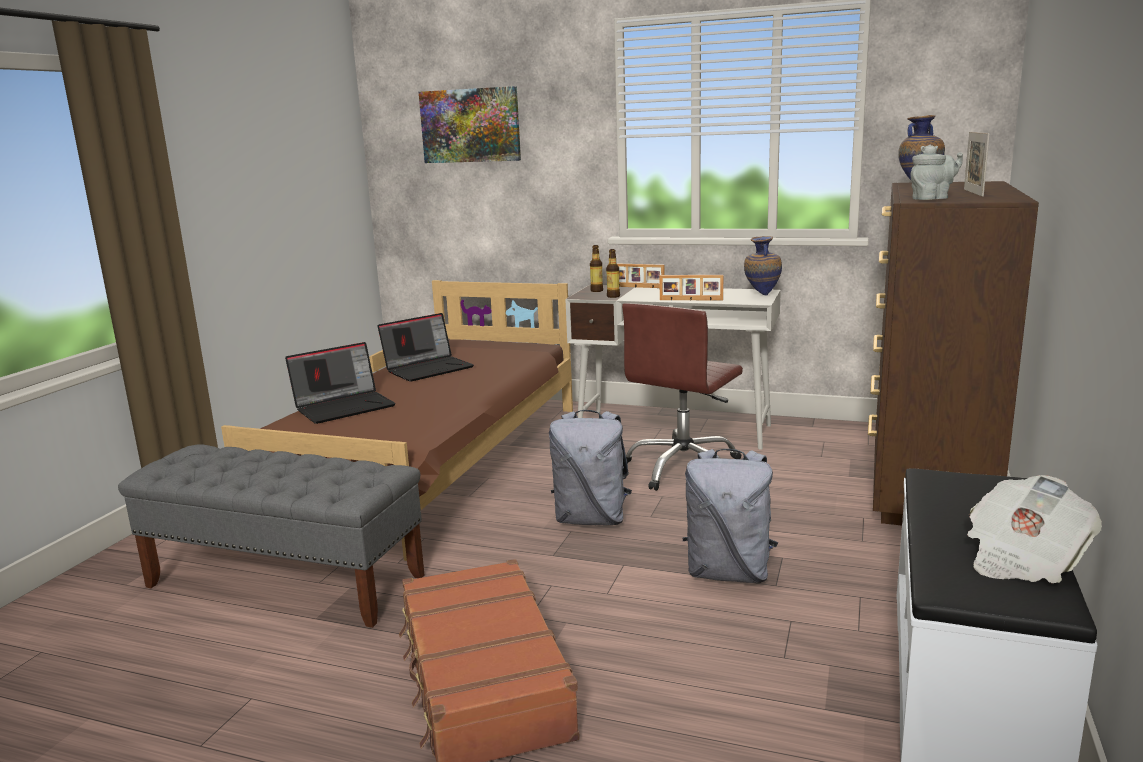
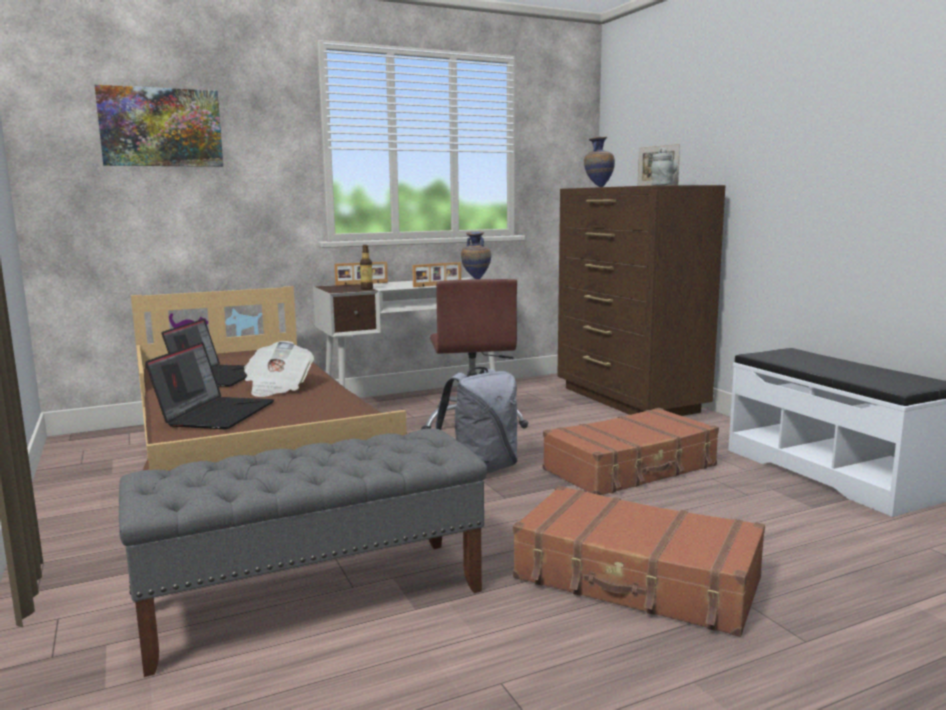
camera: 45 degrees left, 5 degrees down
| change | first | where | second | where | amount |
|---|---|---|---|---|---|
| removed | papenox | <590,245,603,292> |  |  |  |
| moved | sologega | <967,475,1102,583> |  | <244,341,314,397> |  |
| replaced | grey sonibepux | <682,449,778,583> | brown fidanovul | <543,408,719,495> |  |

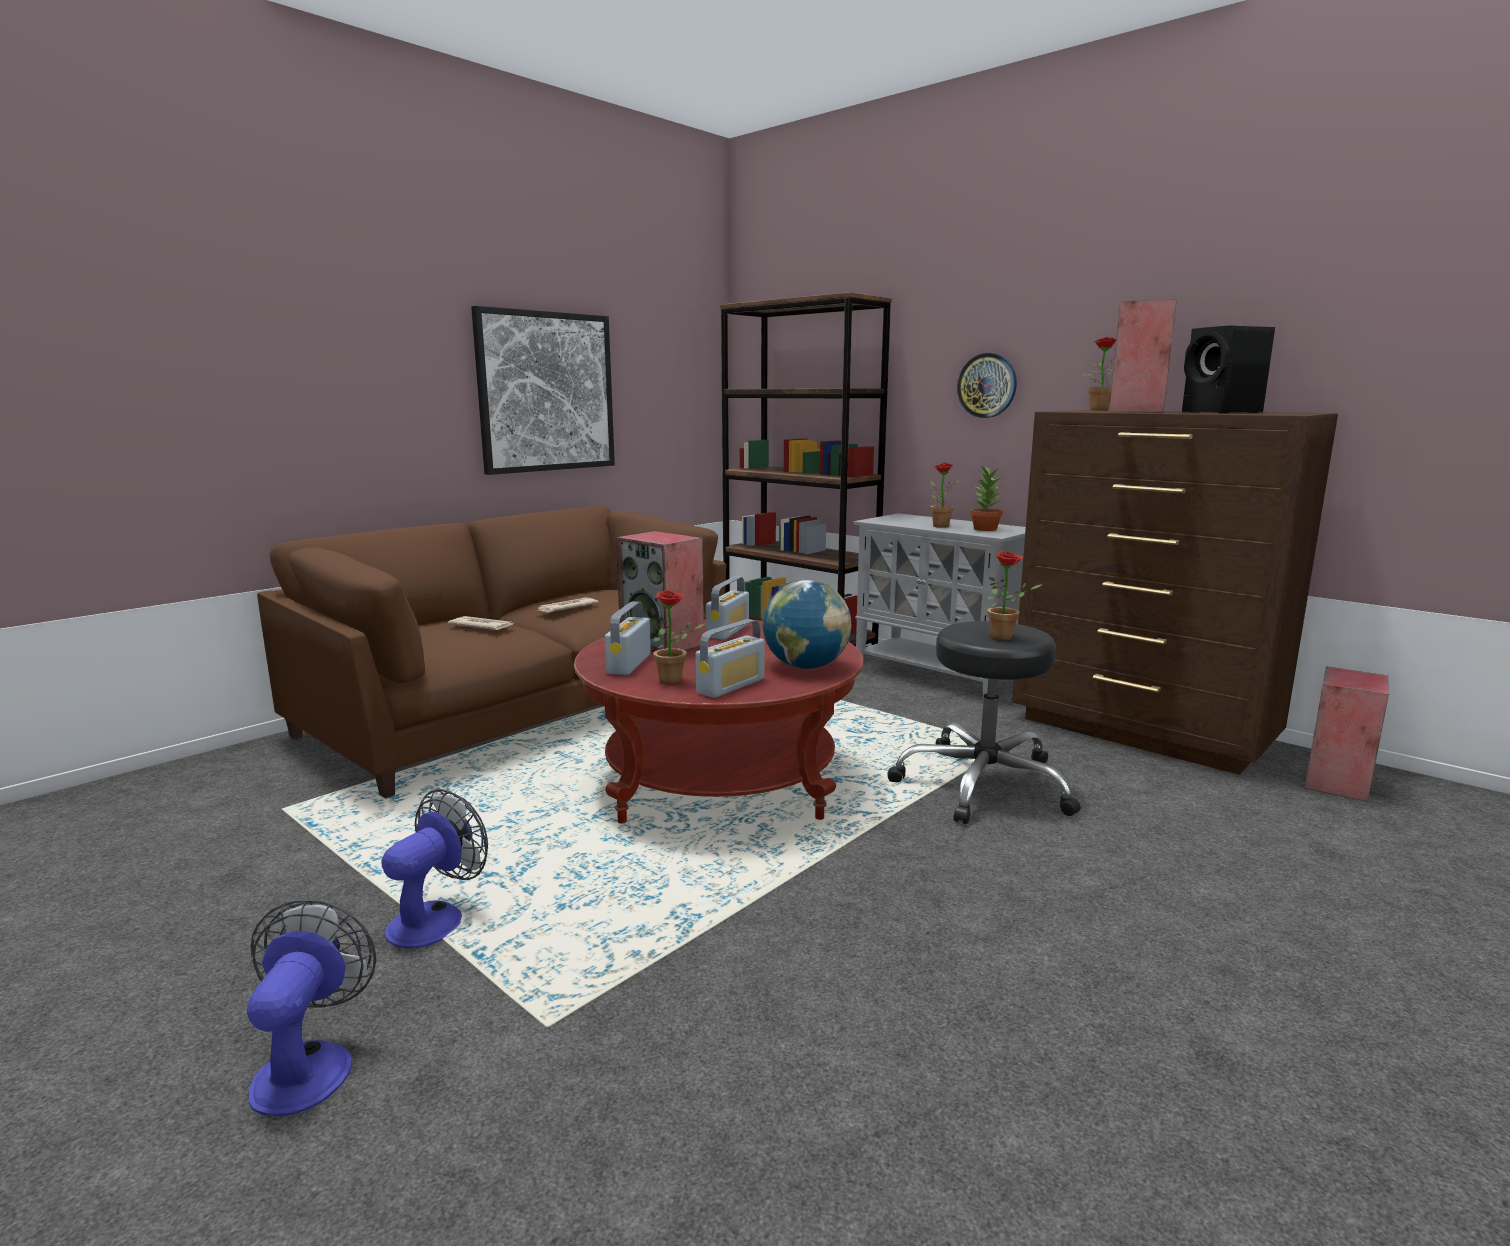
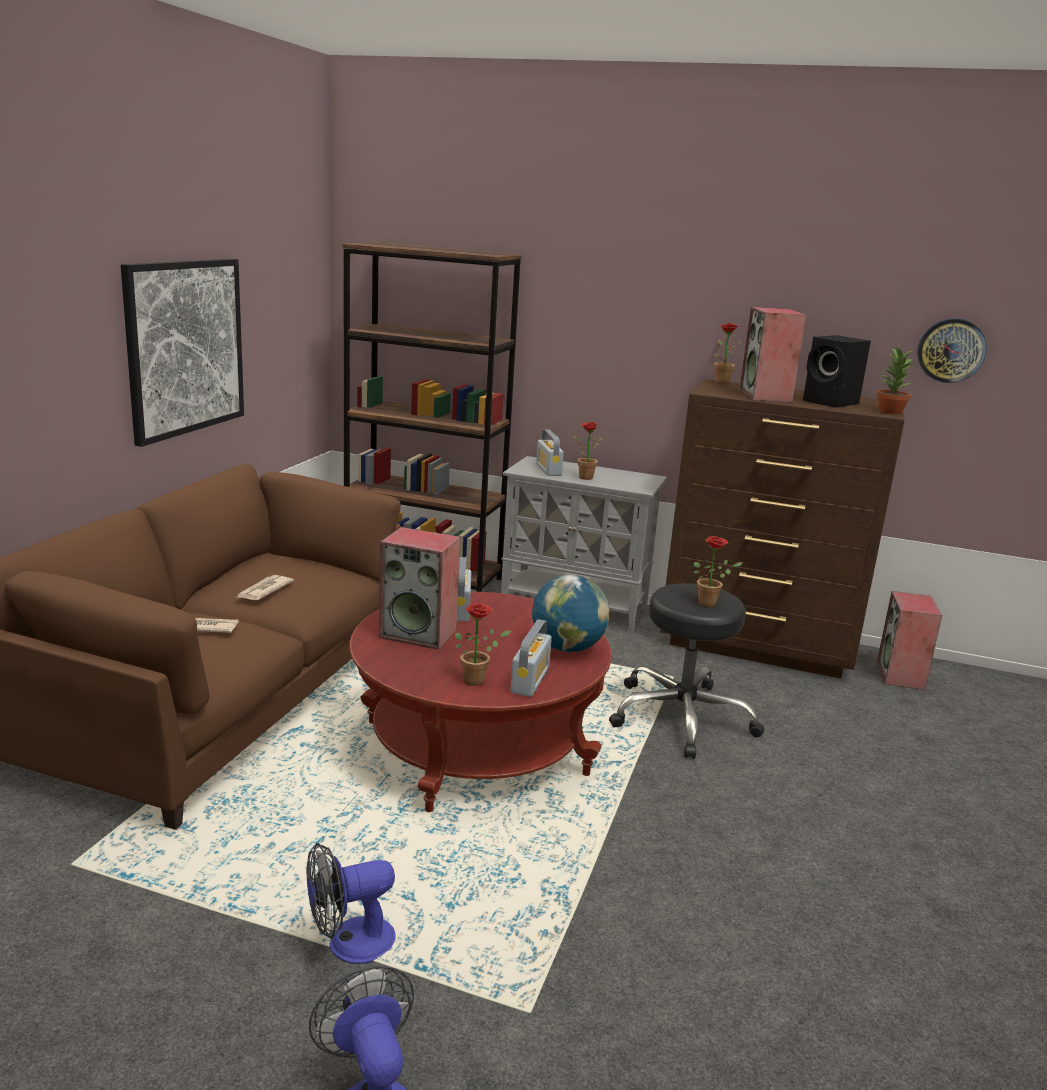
camera: 25 degrees left, 5 degrees up
| change | first | where | second | where | amount |
|---|---|---|---|---|---|
| moved | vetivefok | <605,601,651,675> |  | <536,429,564,476> |  |
| moved | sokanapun | <957,353,1017,418> |  | <917,318,987,383> |  |
| moved | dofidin | <970,466,1003,531> |  | <877,347,913,414> |  |
| turned | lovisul | <381,789,488,948> |  | <307,843,395,964> | 120 degrees counterclockwise |

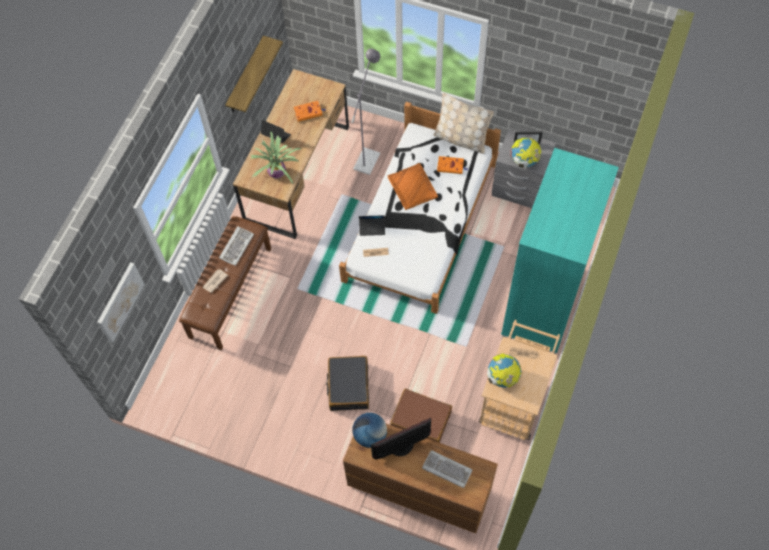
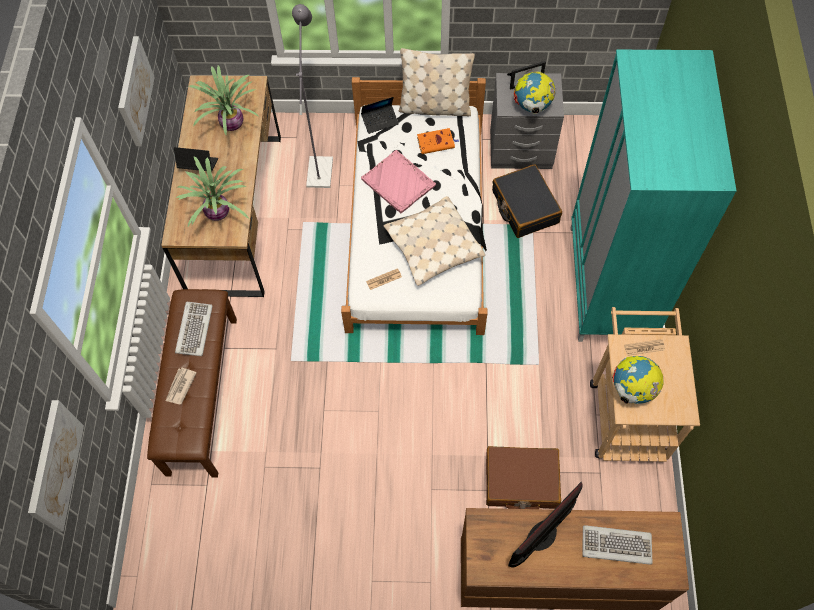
camera: 20 degrees left, 0 degrees up
| change | first | where | second | where | amount |
|---|---|---|---|---|---|
| removed | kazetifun | <352,413,387,448> |  |  |  |
| added |  |  | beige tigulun | <384,196,485,286> |  |
| moved | black fidanovul | <326,356,369,411> |  | <492,164,562,238> |  |
| moved | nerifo | <359,215,385,236> |  | <361,97,399,134> |  |
| replaced | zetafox | <225,36,283,113> | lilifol | <118,36,155,146> |  |
| replaced | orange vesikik | <294,101,325,122> | dofidin | <189,65,259,135> |  |
| recoloured | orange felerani | <388,163,438,210> | pink felerani | <361,150,436,213> |  |

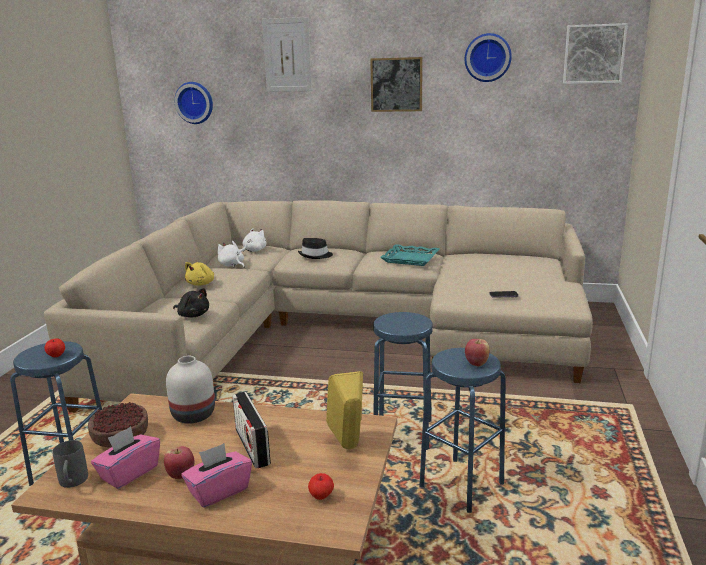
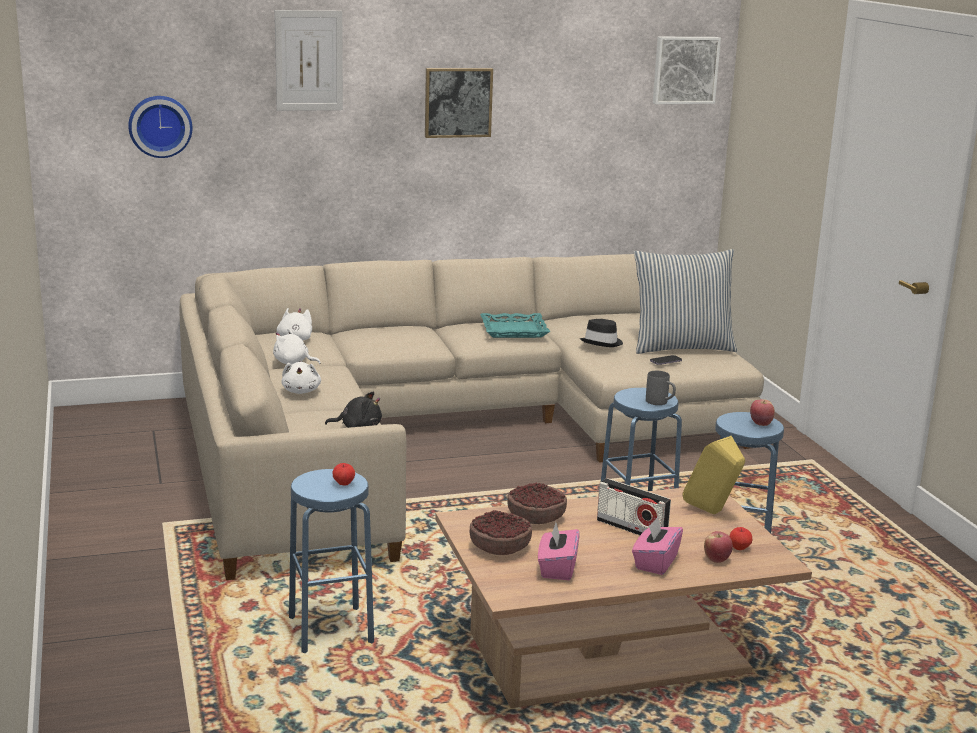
camera: 30 degrees left, 0 degrees up
| change | first | where | second | where | amount |
|---|---|---|---|---|---|
| removed | sokanapun | <465,33,512,82> |  |  |  |
| added |  |  | tigulun | <634,249,737,354> |  |
| moved | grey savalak | <52,440,88,488> |  | <646,371,676,405> |  |
| moved | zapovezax | <164,446,194,479> |  | <704,531,733,563> |  |
| moved | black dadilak | <298,238,333,259> |  | <580,319,623,347> |  |
| replaced | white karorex | <166,356,215,424> | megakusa | <507,483,567,524> |  |
| recoloured | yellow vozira | <185,262,214,286> | white vozira | <281,362,321,394> |  |

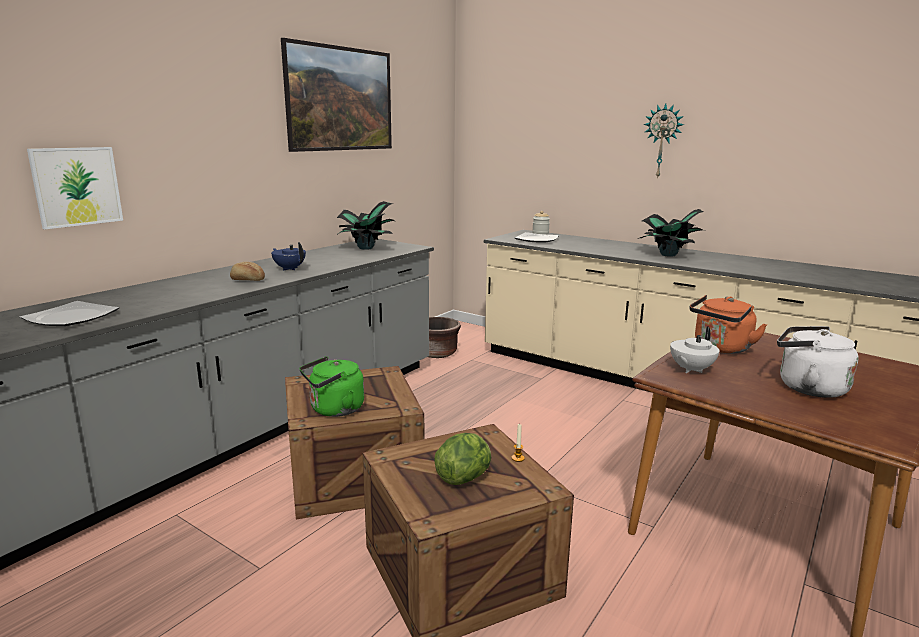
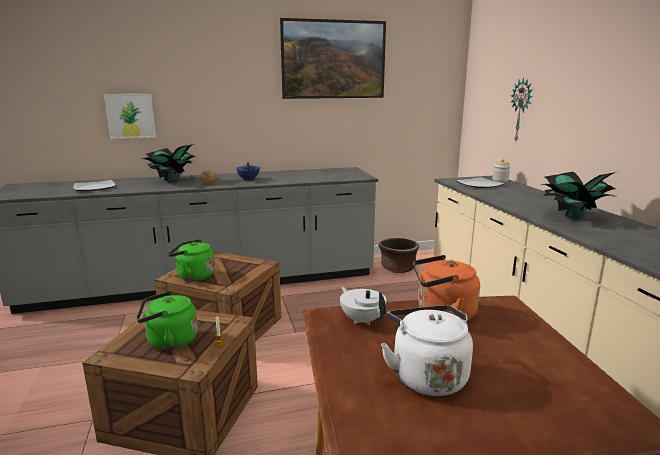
camera: 40 degrees right, 0 degrees up
| change | first | where | second | where | amount |
|---|---|---|---|---|---|
| moved | dofidin | <337,201,394,250> |  | <142,144,195,182> |  |
| moved | sokanapun | <643,104,684,179> |  | <511,78,533,141> |  |
| replaced | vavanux | <434,433,491,485> | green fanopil | <136,291,198,350> |  |
| turned | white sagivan | <670,326,719,373> |  | <340,286,386,325> | 60 degrees clockwise |

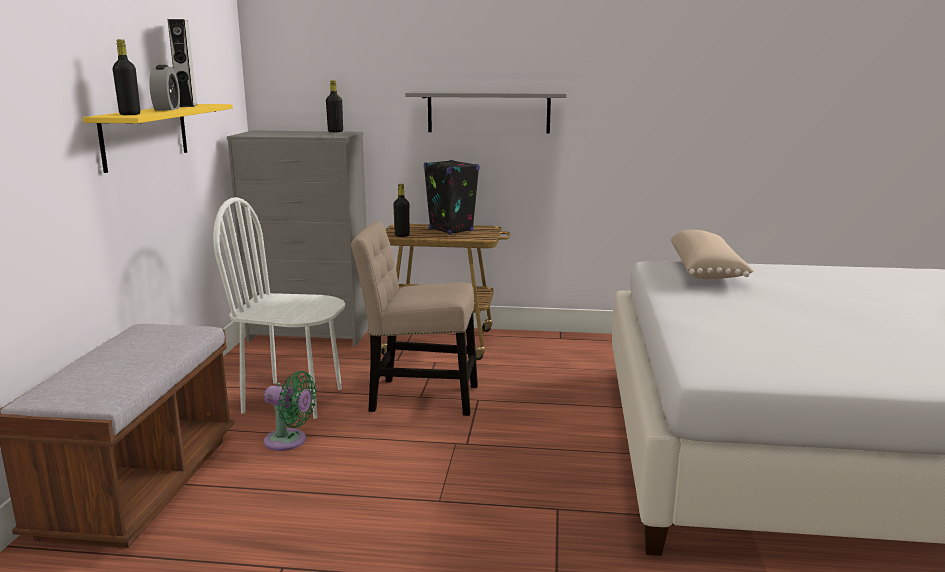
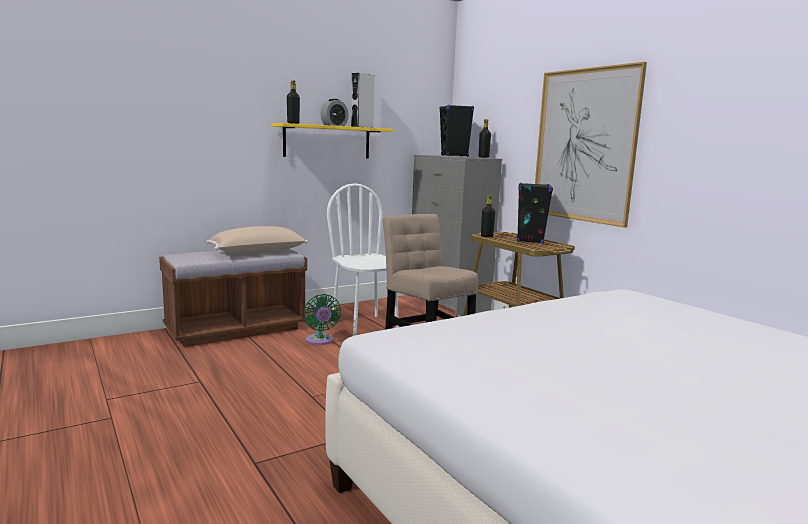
camera: 50 degrees right, 5 degrees down
| change | first | where | second | where | amount |
|---|---|---|---|---|---|
| added |  |  | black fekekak | <439,105,474,157> |  |
| moved | beige tigulun | <671,230,754,279> |  | <207,226,308,254> |  |
| replaced | grey zetafox | <405,91,567,134> | lilifol | <535,62,647,228> |  |

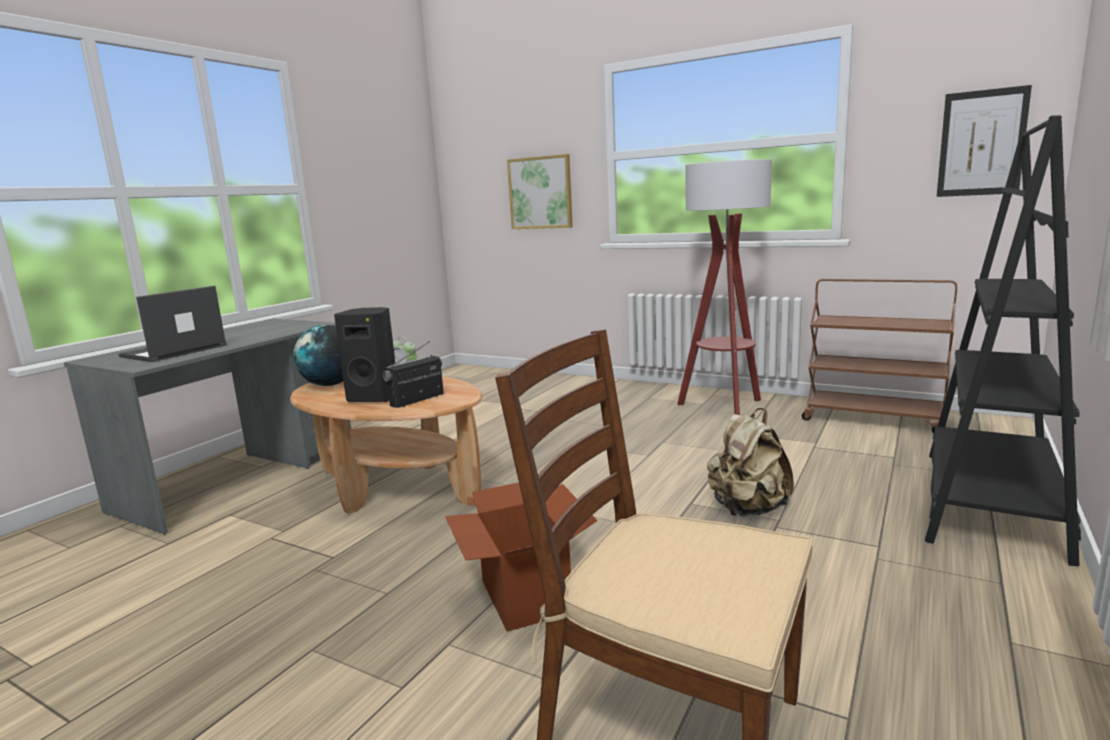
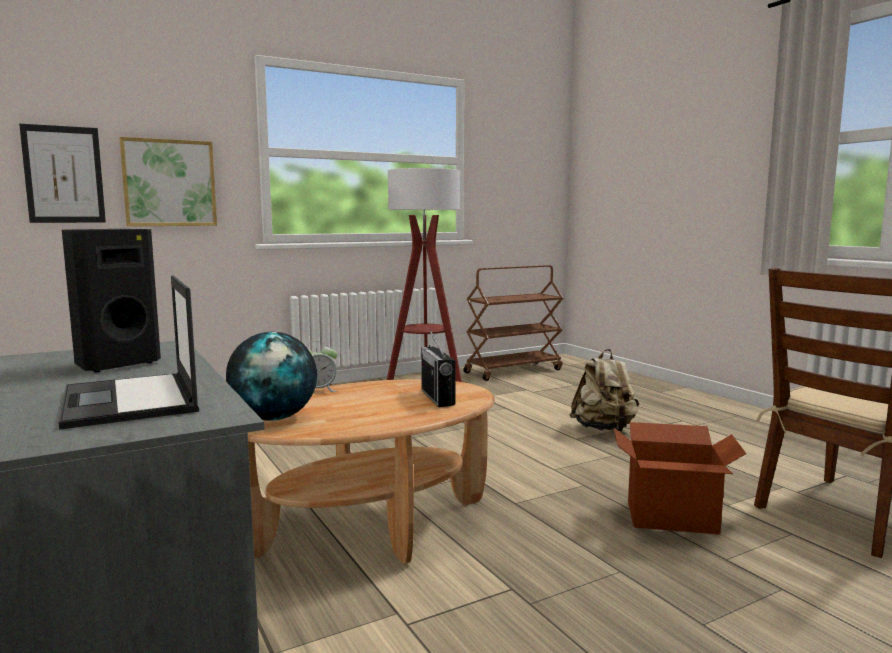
camera: 60 degrees left, 5 degrees down
| change | first | where | second | where | amount |
|---|---|---|---|---|---|
| removed | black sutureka | <925,115,1081,566> |  |  |  |
| moved | black fekekak | <334,307,396,402> |  | <62,229,161,373> |  |
| moved | lilifol | <937,85,1032,197> |  | <19,124,106,223> |  |

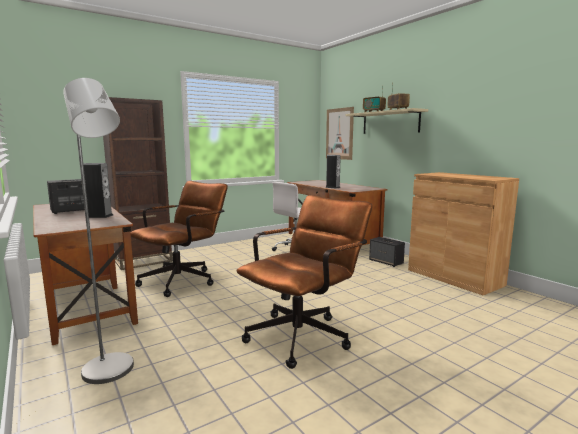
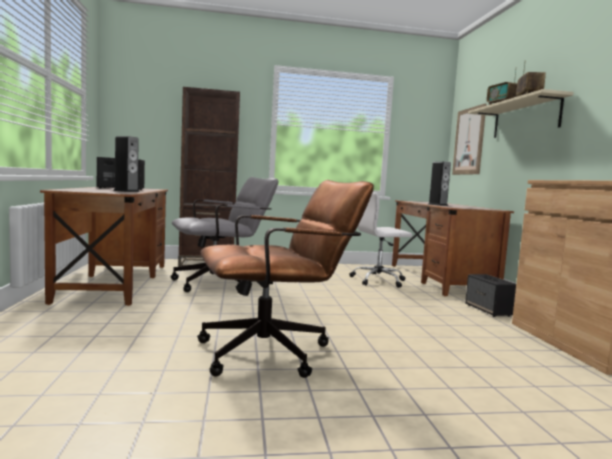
camera: 25 degrees right, 5 degrees down
| change | first | where | second | where | amount |
|---|---|---|---|---|---|
| removed | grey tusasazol | <63,78,134,384> |  |  |  |
| recoloured | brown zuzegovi | <131,181,228,297> | grey zuzegovi | <171,177,278,292> |  |

